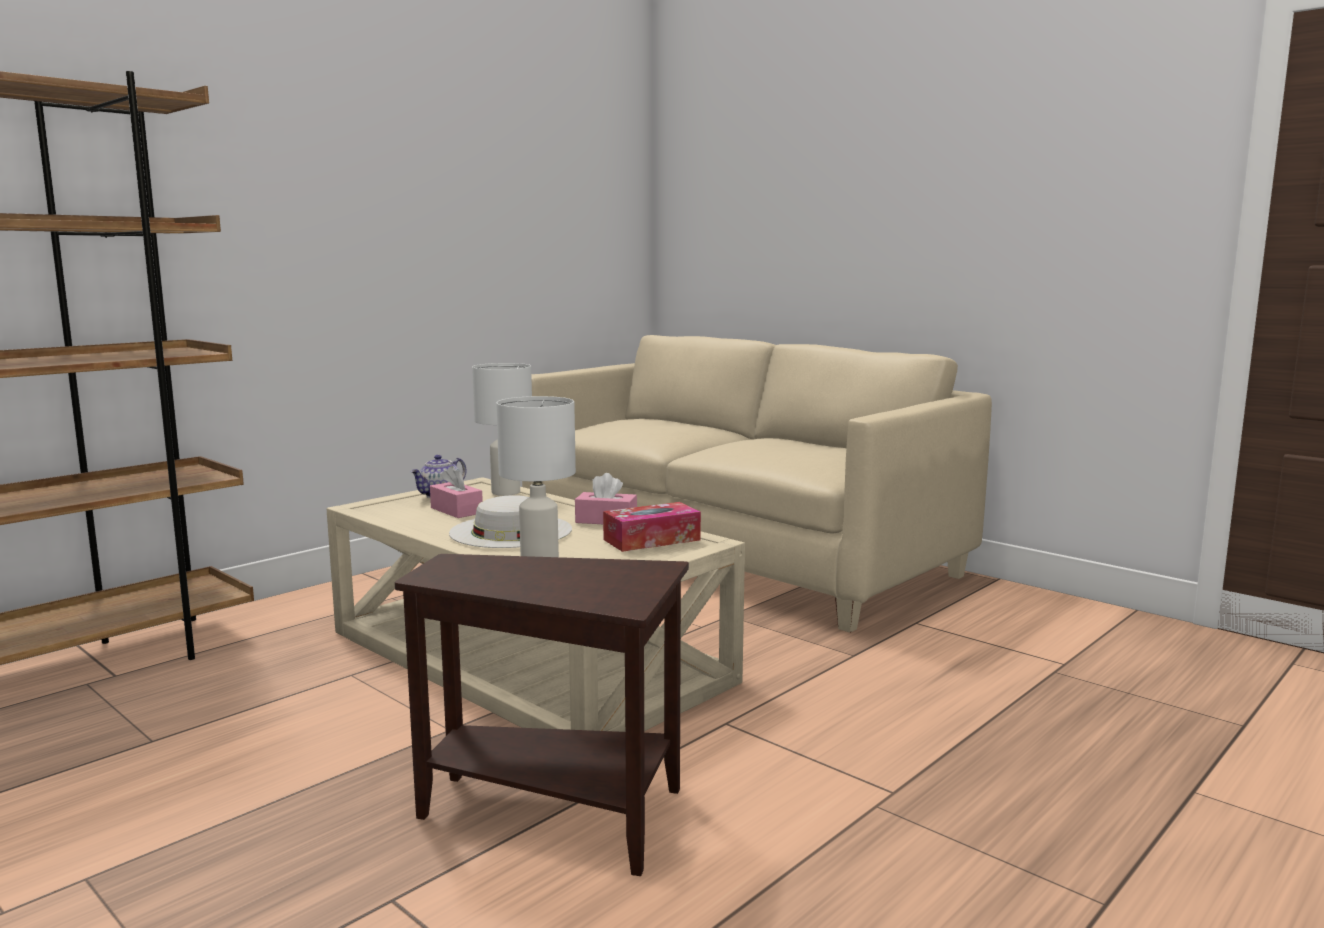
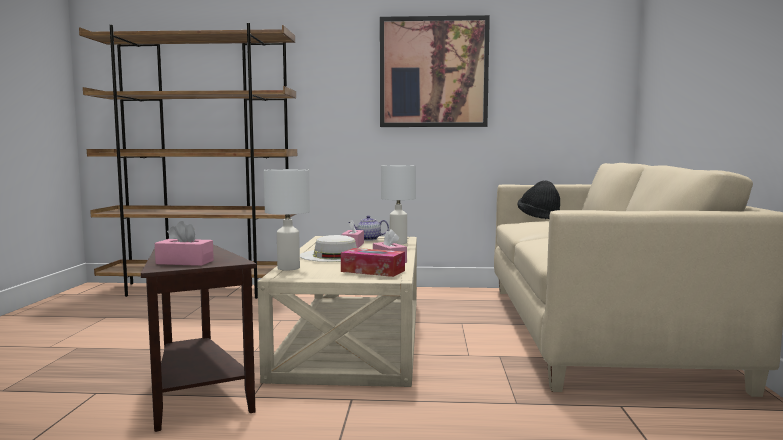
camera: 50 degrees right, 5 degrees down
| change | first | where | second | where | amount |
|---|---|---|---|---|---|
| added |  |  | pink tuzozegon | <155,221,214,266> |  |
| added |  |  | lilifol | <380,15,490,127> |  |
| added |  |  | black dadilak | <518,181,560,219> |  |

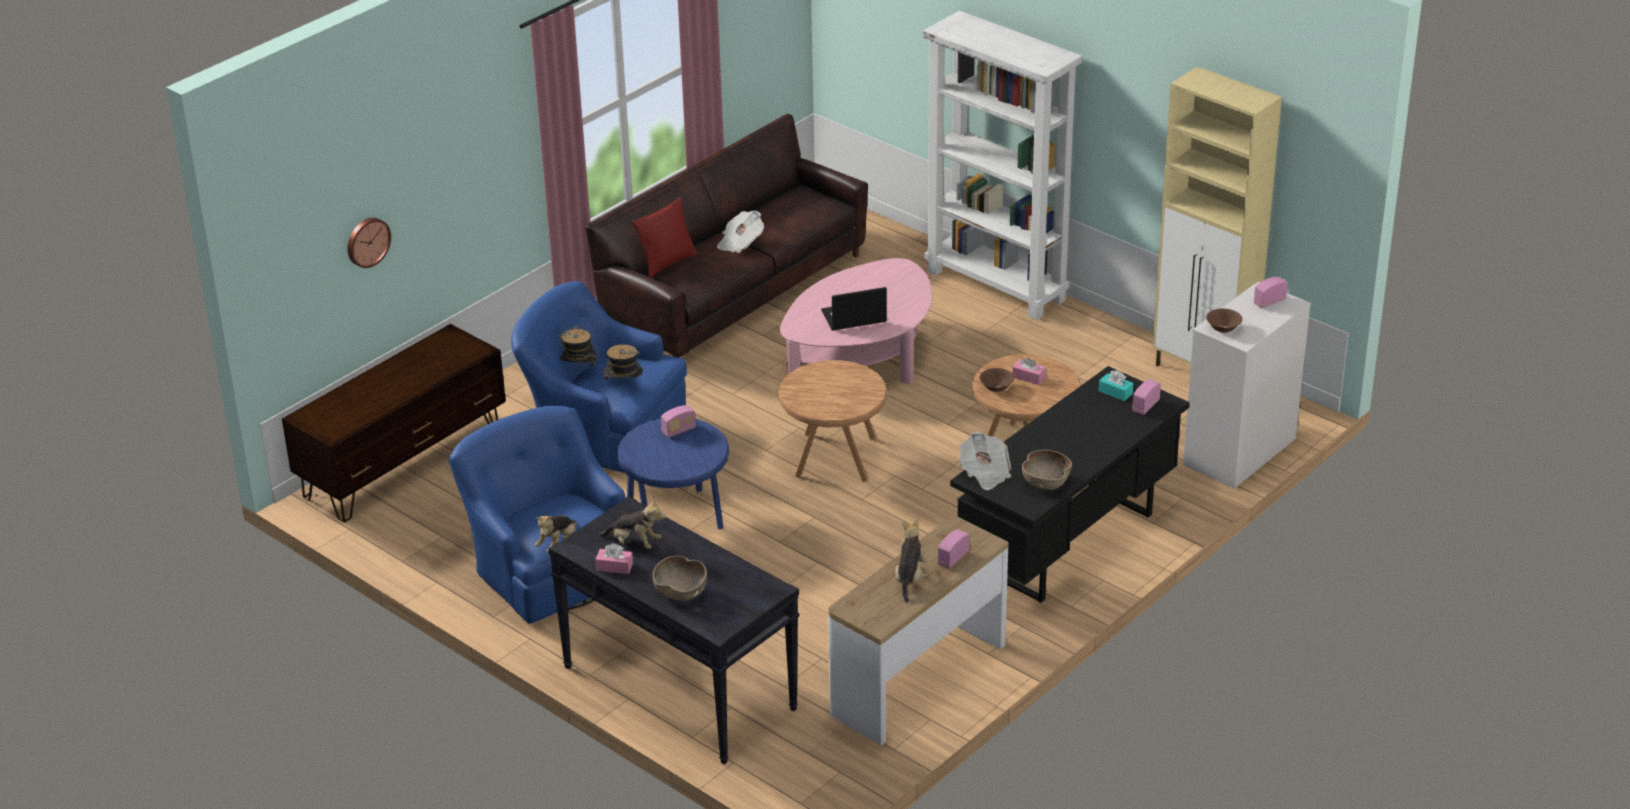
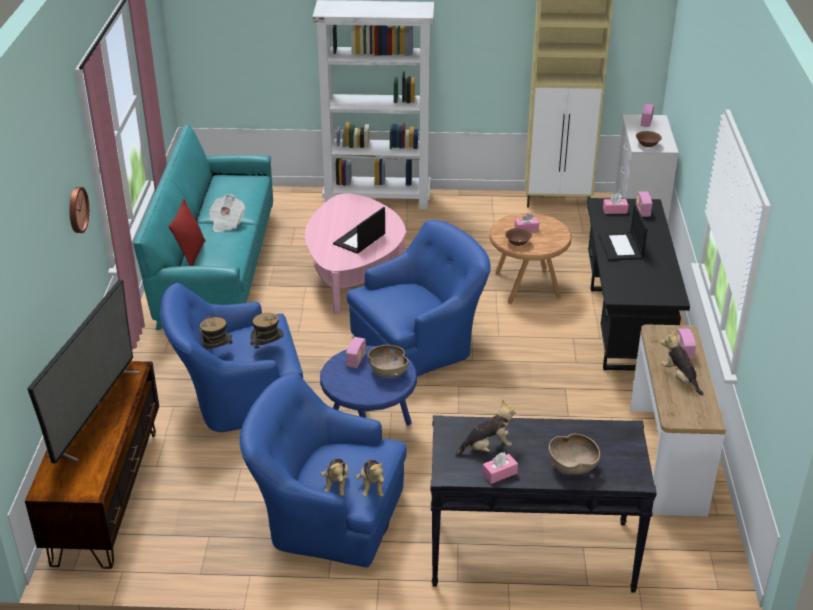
camera: 40 degrees left, 0 degrees up
| change | first | where | second | where | amount |
|---|---|---|---|---|---|
| removed | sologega | <960,432,1011,490> |  |  |  |
| added |  |  | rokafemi | <27,280,141,464> |  |
| added |  |  | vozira | <321,458,348,496> |  |
| added |  |  | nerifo | <598,204,648,261> |  |
| moved | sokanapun | <347,218,391,268> |  | <69,187,89,233> |  |
| moved | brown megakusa | <1022,450,1072,490> |  | <368,345,409,378> |  |
| replaced | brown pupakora | <779,360,887,482> | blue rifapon | <347,220,491,377> |  |
| recoloured | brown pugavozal | <585,114,868,358> | turquoise pugavozal | <133,125,273,330> |  |
| recoloured | turquoise tuzozegon | <1099,370,1133,401> | pink tuzozegon | <603,193,628,214> |  |

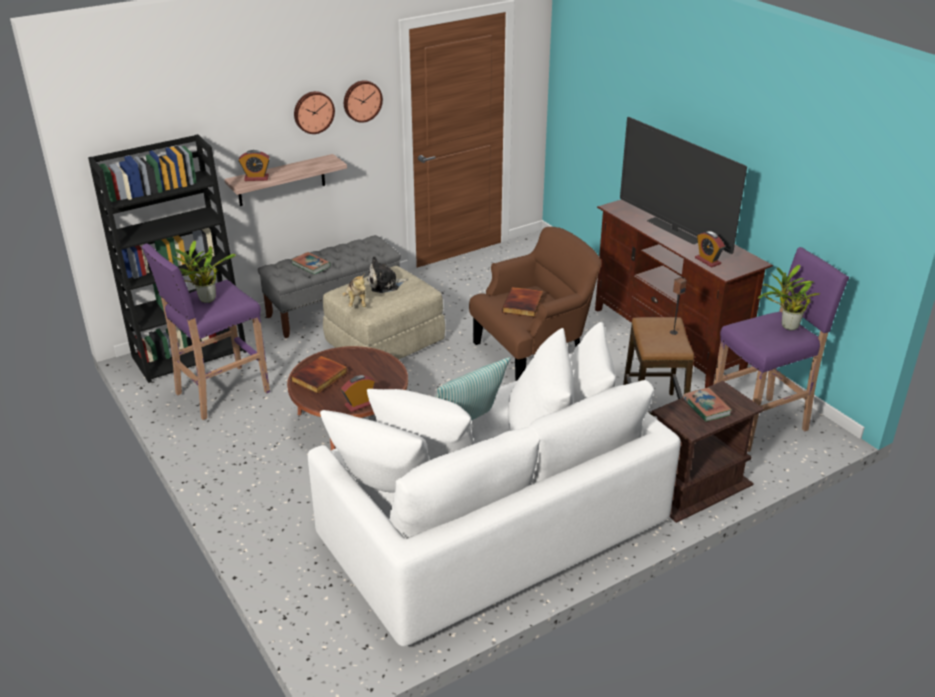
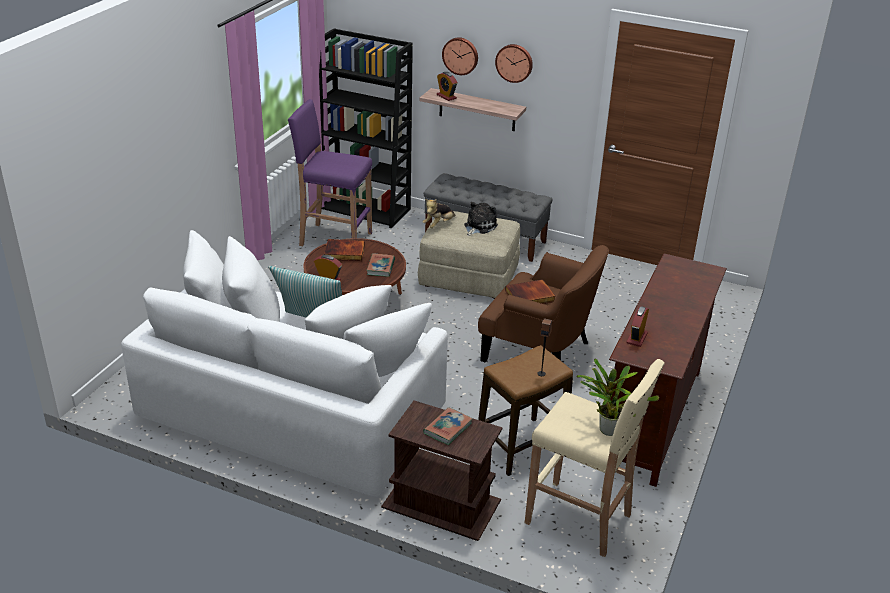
camera: 55 degrees right, 0 degrees up
| change | first | where | second | where | amount |
|---|---|---|---|---|---|
| removed | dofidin | <172,240,236,303> |  |  |  |
| removed | rokafemi | <620,117,747,254> |  |  |  |
| moved | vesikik | <291,252,331,275> |  | <366,253,395,277> |  |
| moved | sokanapun | <344,80,383,123> |  | <442,37,478,75> |  |
| recoloured | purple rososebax | <714,247,849,452> | beige rososebax | <525,359,665,557> |  |
| turned | vozira | <367,256,408,293> |  | <464,202,498,236> | 90 degrees clockwise |

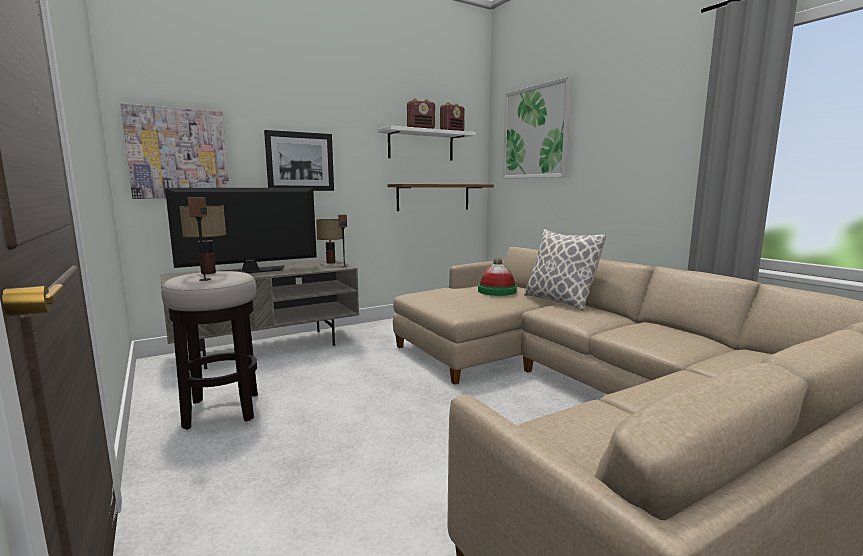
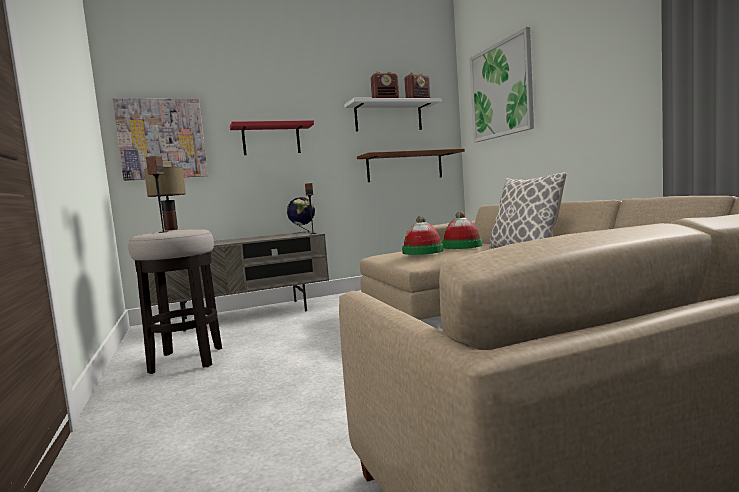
camera: 10 degrees right, 5 degrees down
| change | first | where | second | where | amount |
|---|---|---|---|---|---|
| removed | rokafemi | <165,188,317,273> |  |  |  |
| added |  |  | dadilak | <402,215,444,255> |  |
| replaced | lilifol | <264,130,334,191> | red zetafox | <230,120,314,155> |  |
| replaced | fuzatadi | <316,219,343,264> | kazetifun | <287,197,315,234> |  |

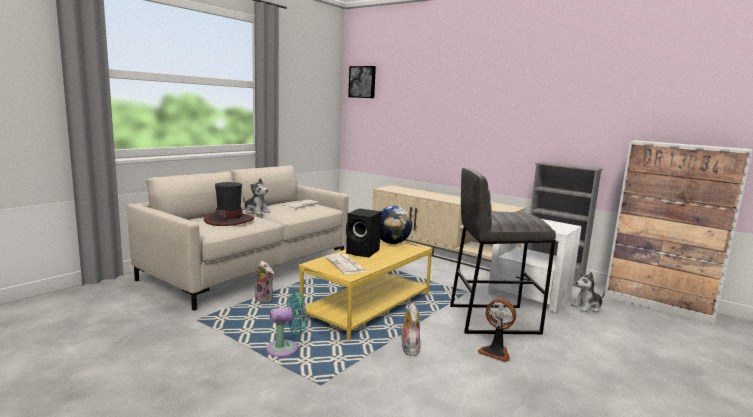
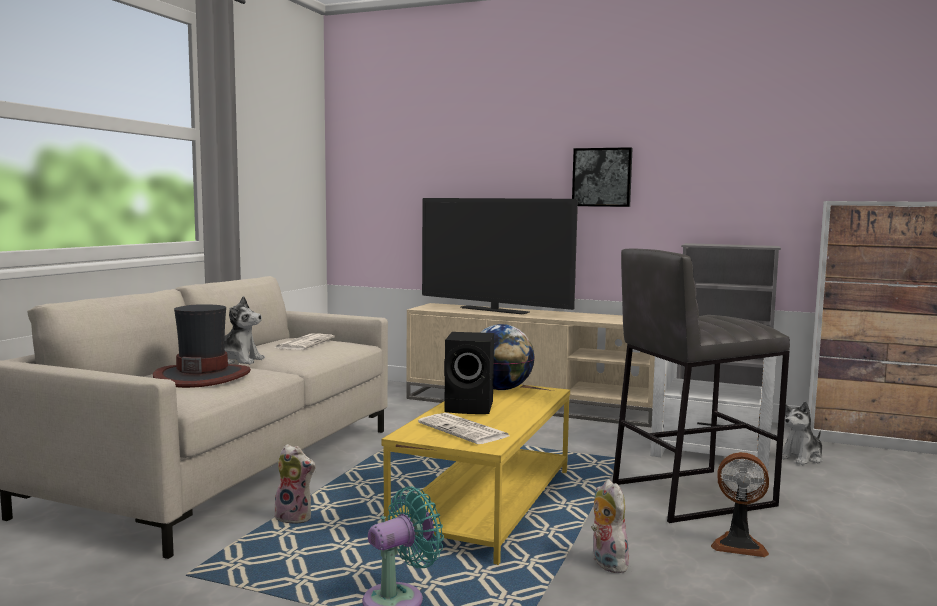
camera: 15 degrees left, 5 degrees down
| change | first | where | second | where | amount |
|---|---|---|---|---|---|
| added |  |  | rokafemi | <422,198,578,314> |  |
| moved | lilifol | <348,66,376,98> |  | <572,147,633,207> |  |

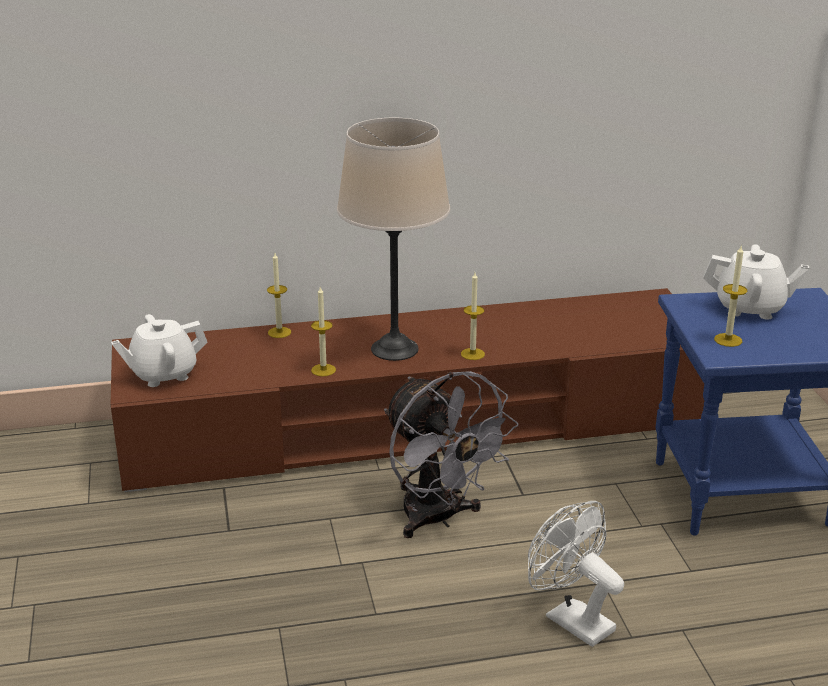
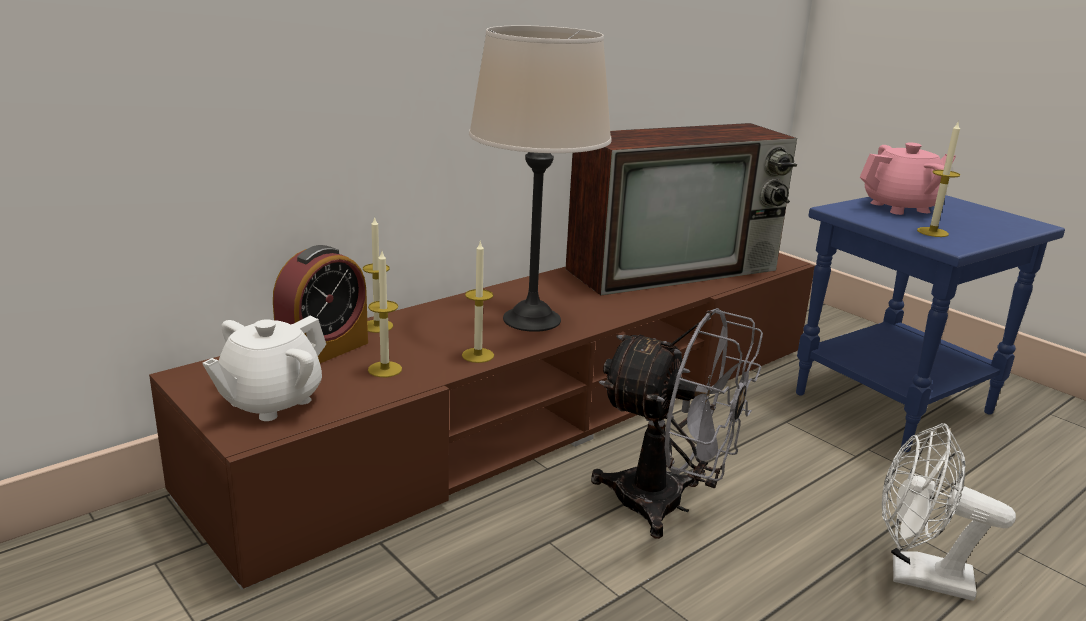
camera: 30 degrees left, 5 degrees down
| change | first | where | second | where | amount |
|---|---|---|---|---|---|
| added |  |  | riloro | <273,245,368,363> |  |
| added |  |  | rokafemi | <565,123,797,295> |  |
| moved | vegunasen | <461,273,485,360> |  | <368,251,402,377> |  |
| recoloured | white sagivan | <703,244,809,320> | pink sagivan | <860,142,956,215> |  |

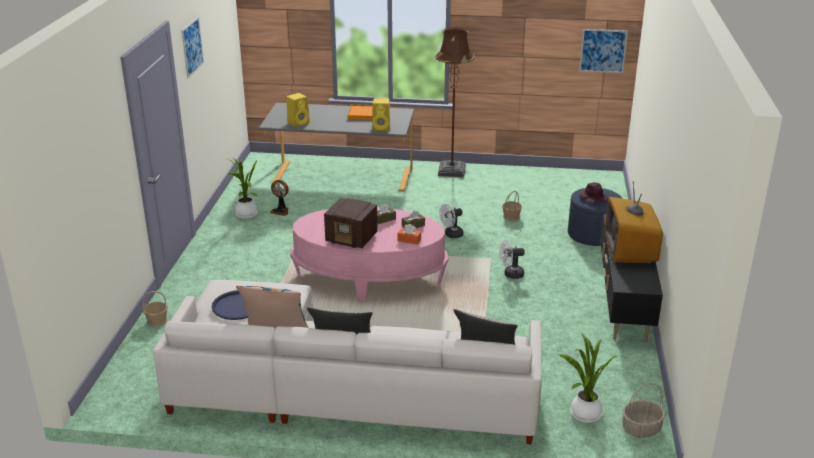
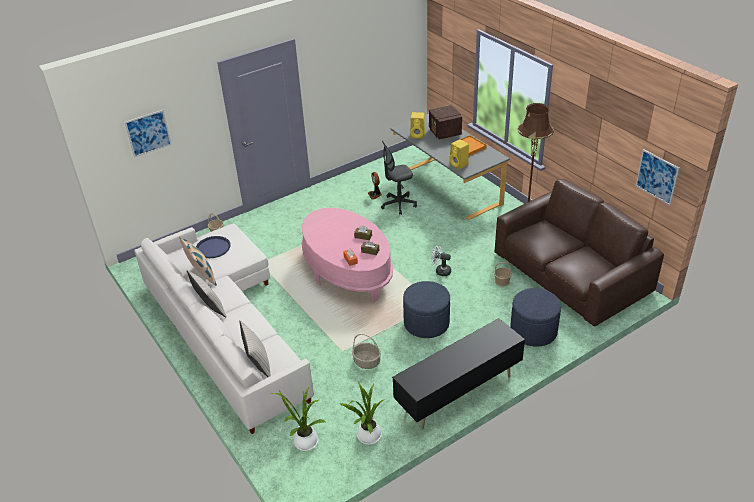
camera: 50 degrees right, 10 degrees up
| change | first | where | second | where | amount |
|---|---|---|---|---|---|
| removed | purple dadilak | <578,182,609,202> |  |  |  |
| removed | rokafemi | <605,181,663,263> |  |  |  |
| added |  |  | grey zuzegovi | <381,141,417,215> |  |
| added |  |  | brown pugavozal | <495,179,664,326> |  |
| moved | lilifol | <182,16,204,79> |  | <125,110,172,158> |  |
| moved | dofidin | <228,158,258,219> |  | <340,382,384,445> |  |
| moved | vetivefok | <324,198,377,248> |  | <429,105,462,139> |  |
| moved | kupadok | <622,383,665,438> |  | <352,334,381,369> |  |
| replaced | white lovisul | <499,240,525,279> | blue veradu | <403,281,450,338> |  |

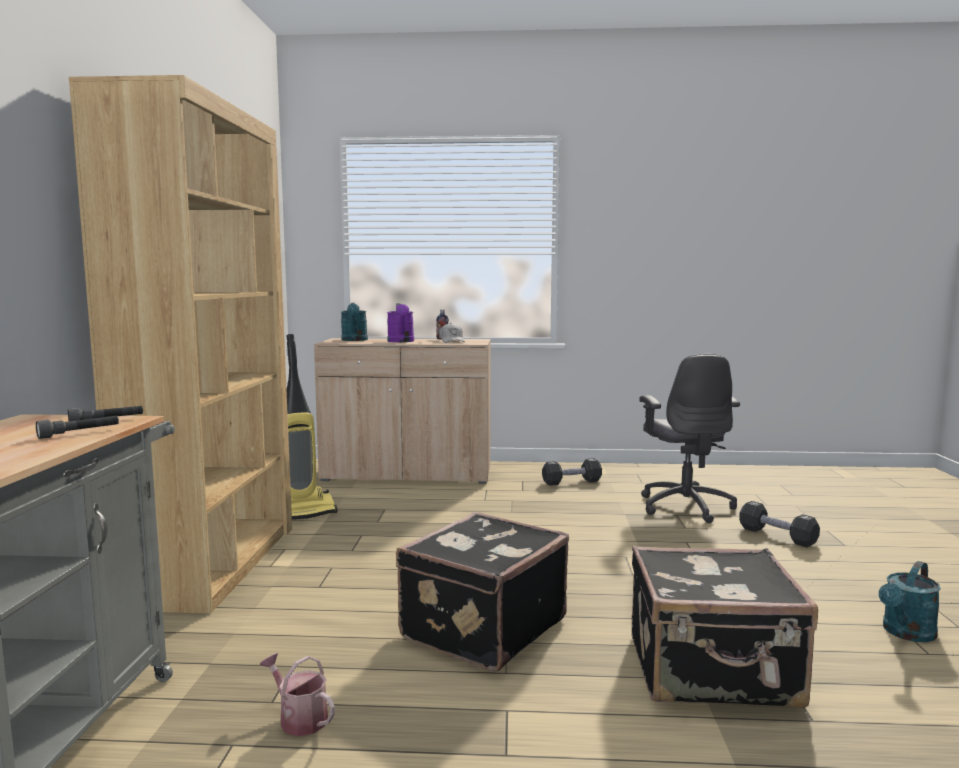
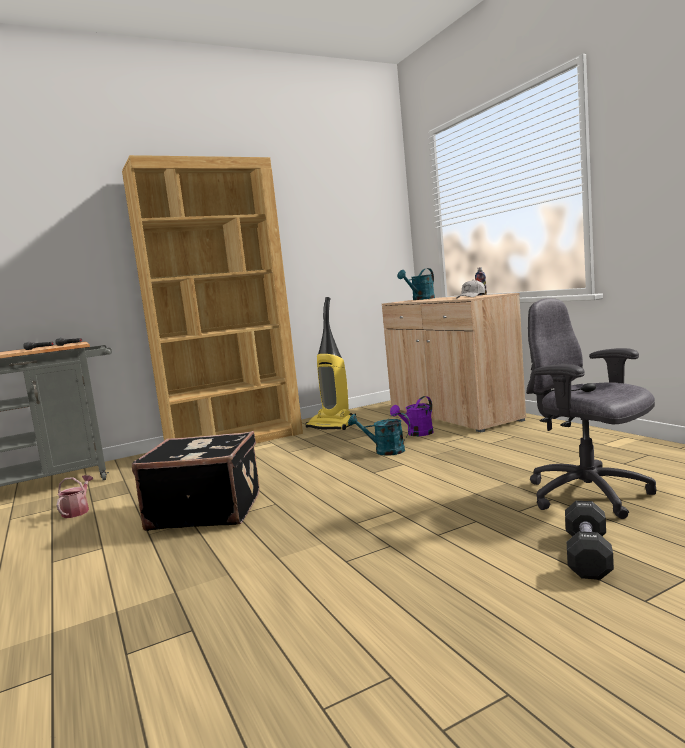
camera: 60 degrees right, 0 degrees up
| change | first | where | second | where | amount |
|---|---|---|---|---|---|
| removed | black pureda | <542,458,602,486> |  |  |  |
| removed | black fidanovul | <632,546,818,708> |  |  |  |
| moved | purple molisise | <387,303,414,342> |  | <390,396,434,436> |  |
| moved | turquoise molisise | <879,561,941,642> |  | <348,413,410,455> |  |
| turned | grey zuzegovi | <639,354,740,523> |  | <526,298,657,519> | 90 degrees clockwise |

